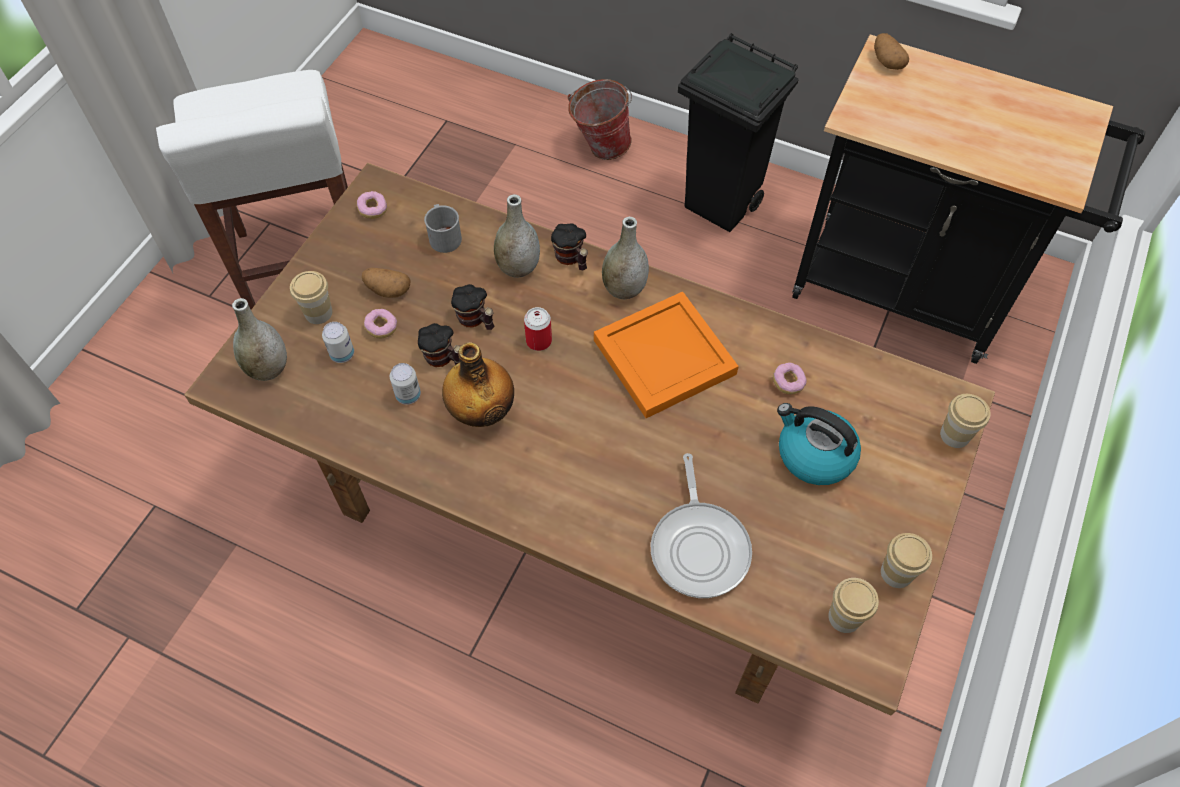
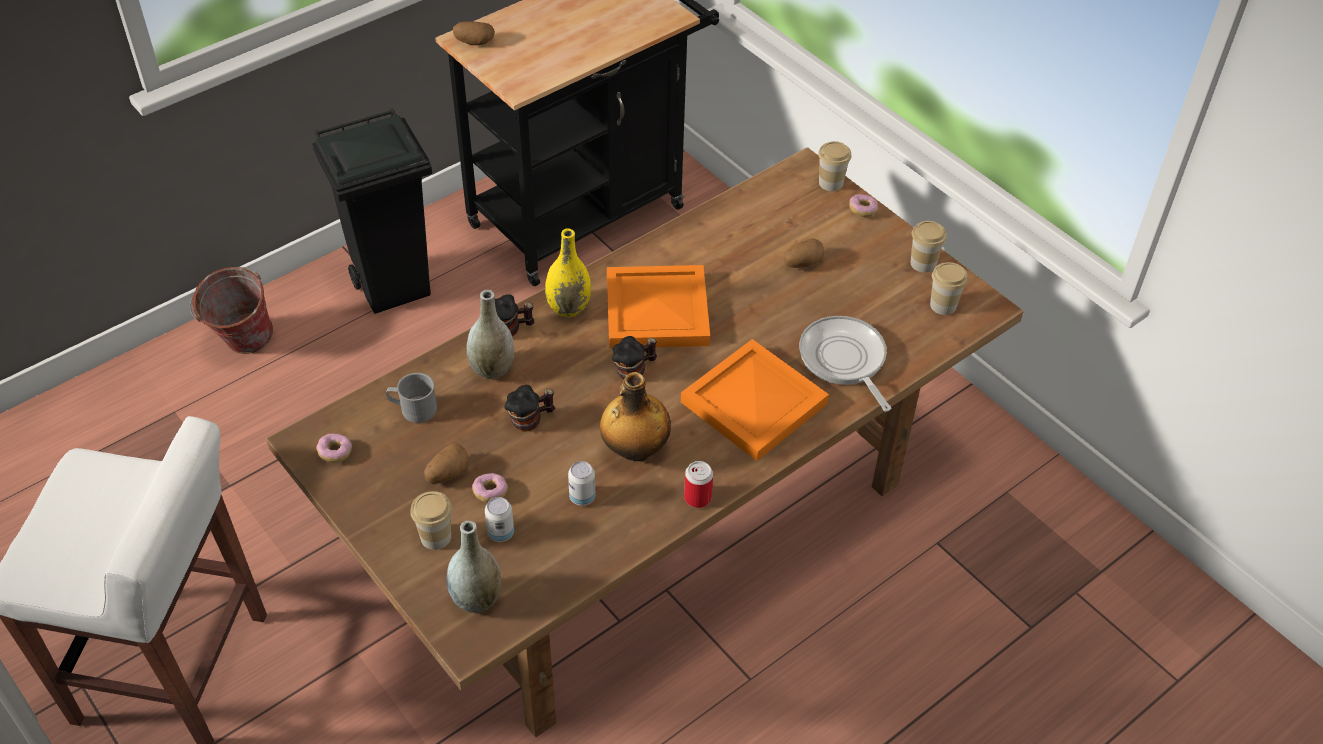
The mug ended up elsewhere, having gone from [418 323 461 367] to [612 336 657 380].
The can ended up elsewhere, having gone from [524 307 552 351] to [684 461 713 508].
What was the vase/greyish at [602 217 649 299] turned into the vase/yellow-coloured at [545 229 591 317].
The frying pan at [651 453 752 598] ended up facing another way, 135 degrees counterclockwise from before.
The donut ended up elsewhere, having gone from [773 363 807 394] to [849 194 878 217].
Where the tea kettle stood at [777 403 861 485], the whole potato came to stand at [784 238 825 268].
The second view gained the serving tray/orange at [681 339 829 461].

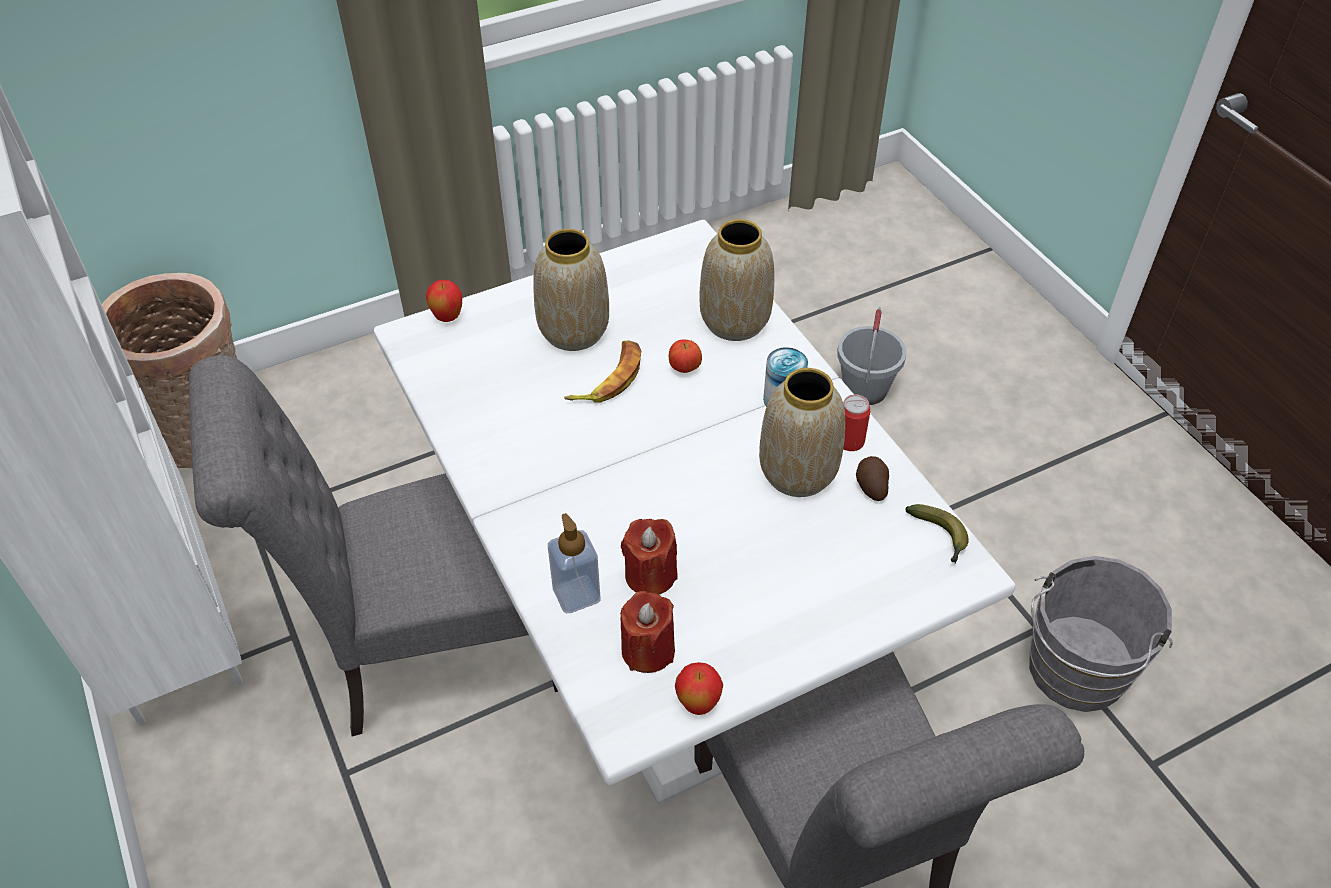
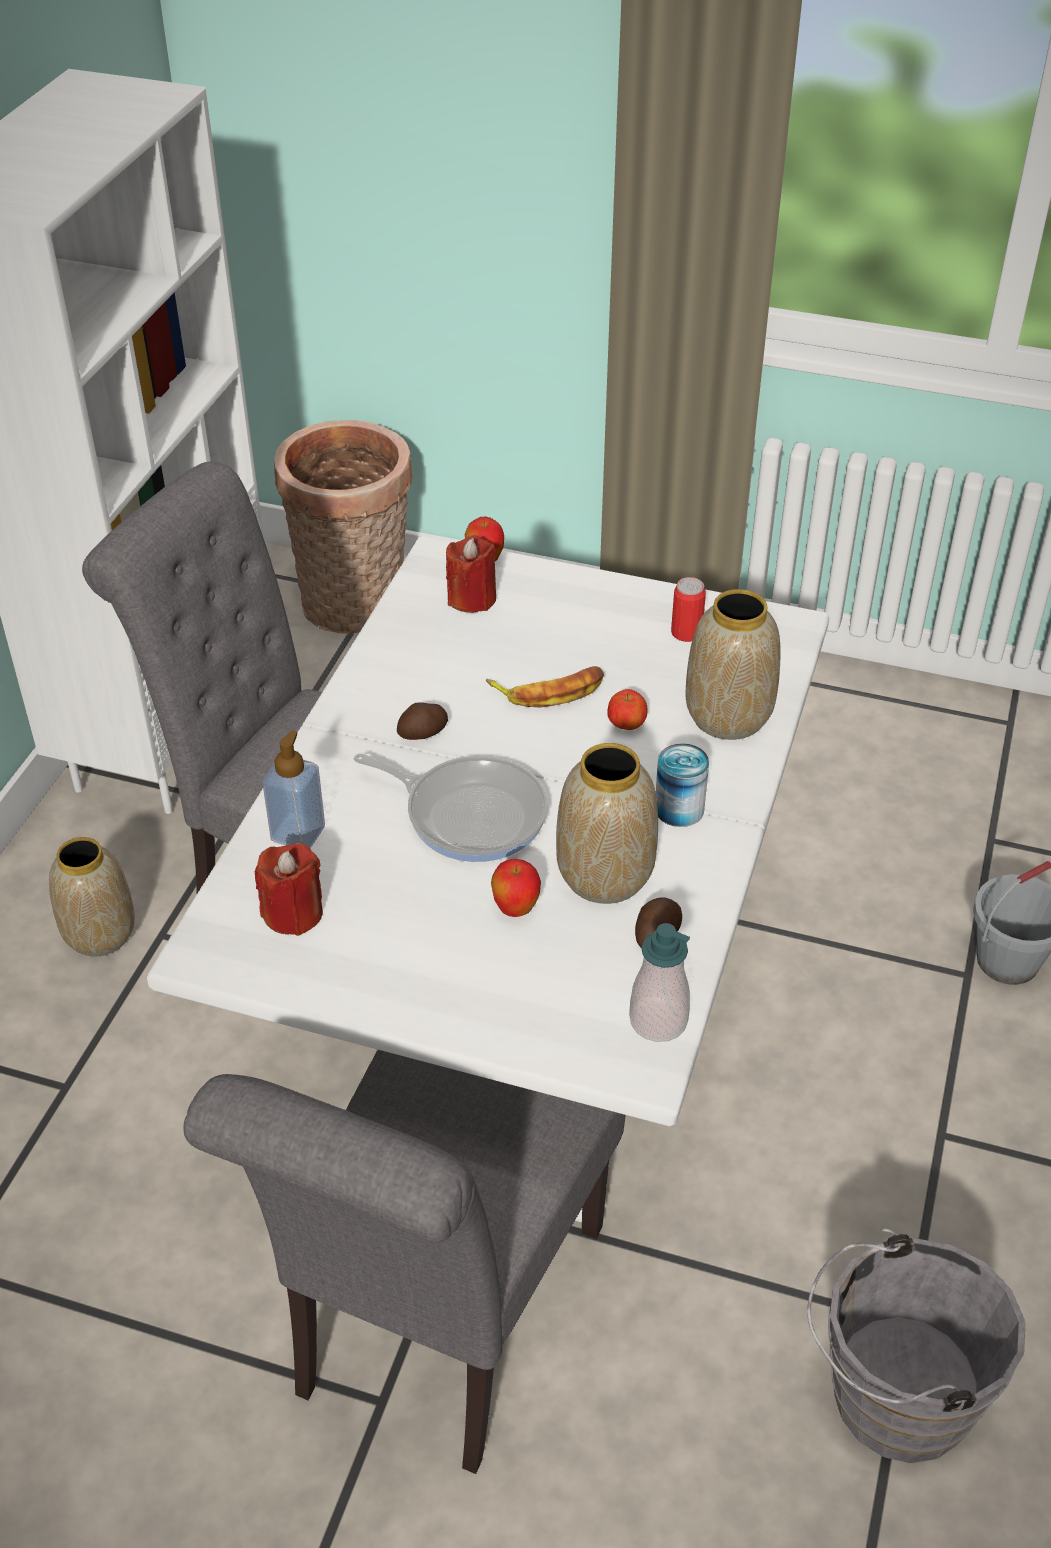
The vase ended up elsewhere, having gone from [533 229 609 351] to [49 837 135 957].
The candle/red-coloured ended up elsewhere, having gone from [621 519 678 594] to [446 535 496 613].
The apple ended up elsewhere, having gone from [675 662 723 715] to [491 859 541 917].
The can ended up elsewhere, having gone from [843 394 870 451] to [671 577 706 642].
Where the whole banana stood at [905 504 969 564], the soap dispenser came to stand at [629 923 690 1042].
The second view gained the frying pan at [354 753 548 862].
The second view gained the whole potato at [397 702 448 740].

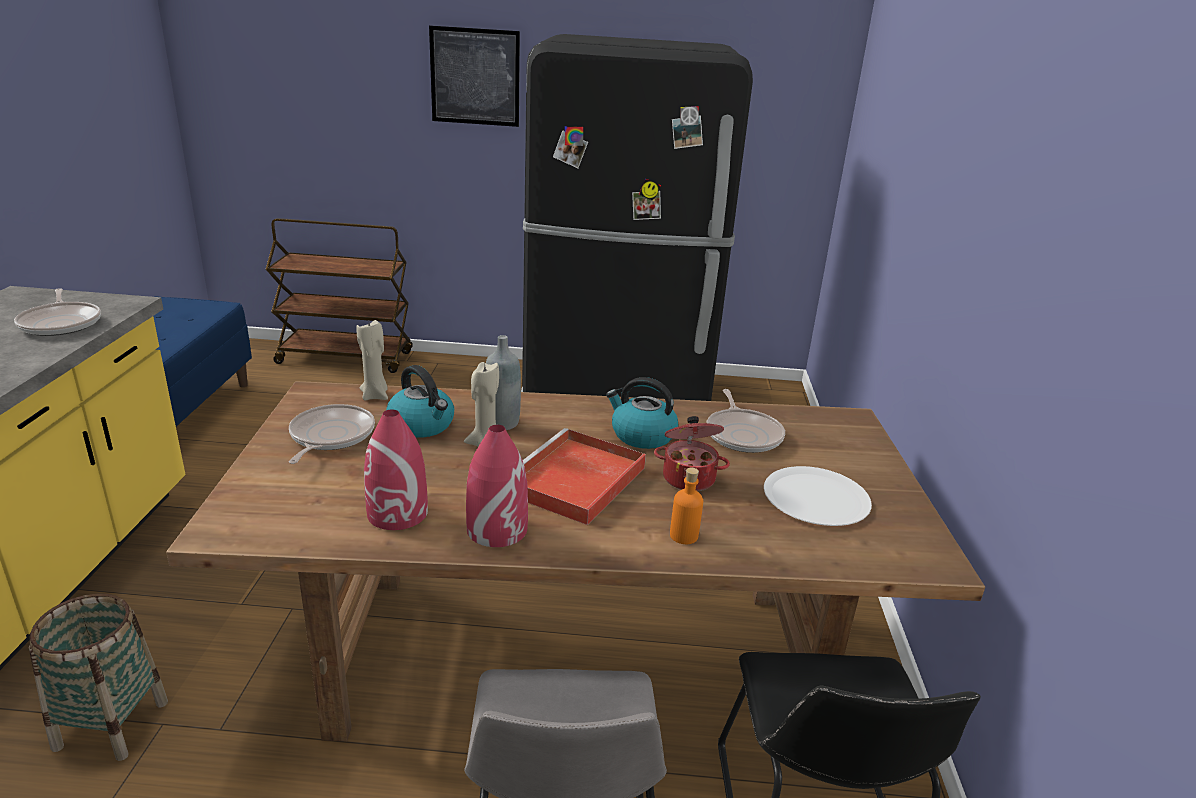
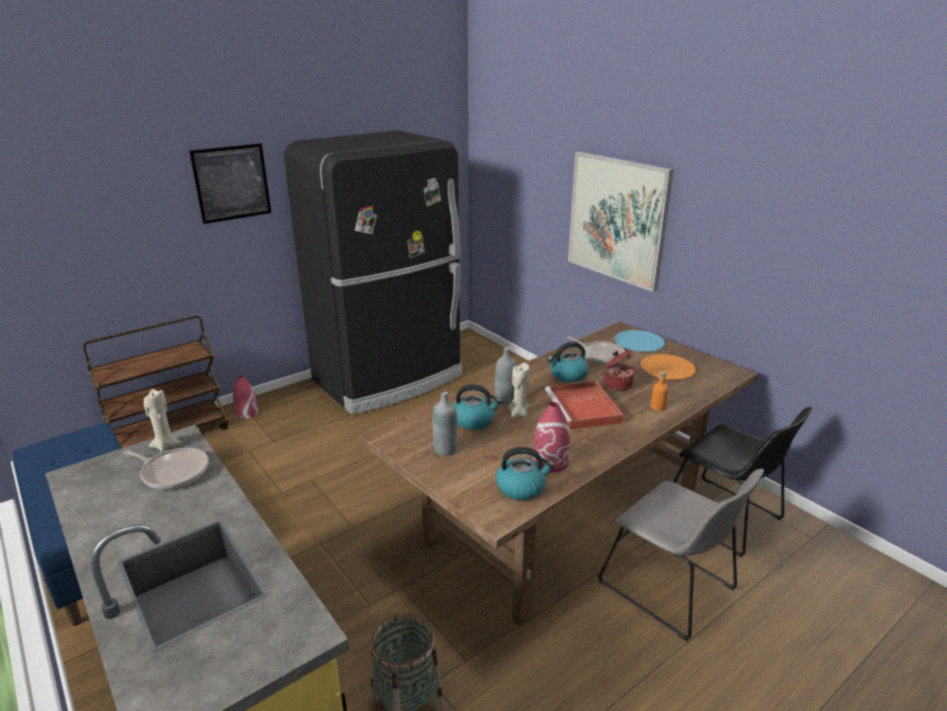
Where the frying pan stood at [289 404 375 464], the bottle/greyish came to stand at [432 391 458 456].
The candle/beige-coloured ended up elsewhere, having gone from [356 320 388 400] to [144 389 182 453].
The vase/red-coloured ended up elsewhere, having gone from [466 425 528 547] to [233 376 259 419].
What was the dinner plate/whitish at [764 466 872 526] turned into the dinner plate/orange at [641 354 696 380].
The second view gained the tea kettle at [496 447 555 500].
The second view gained the wall picture at [568 152 674 292].
The second view gained the dinner plate/blue at [614 330 665 352].

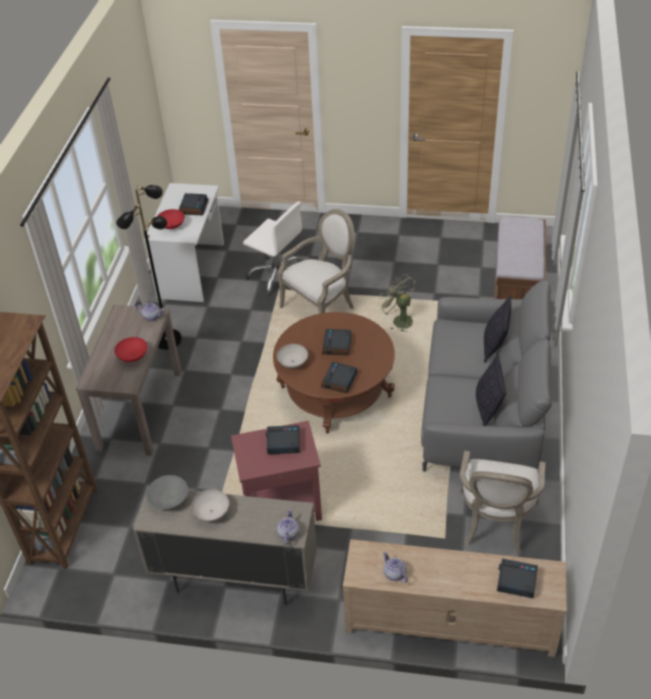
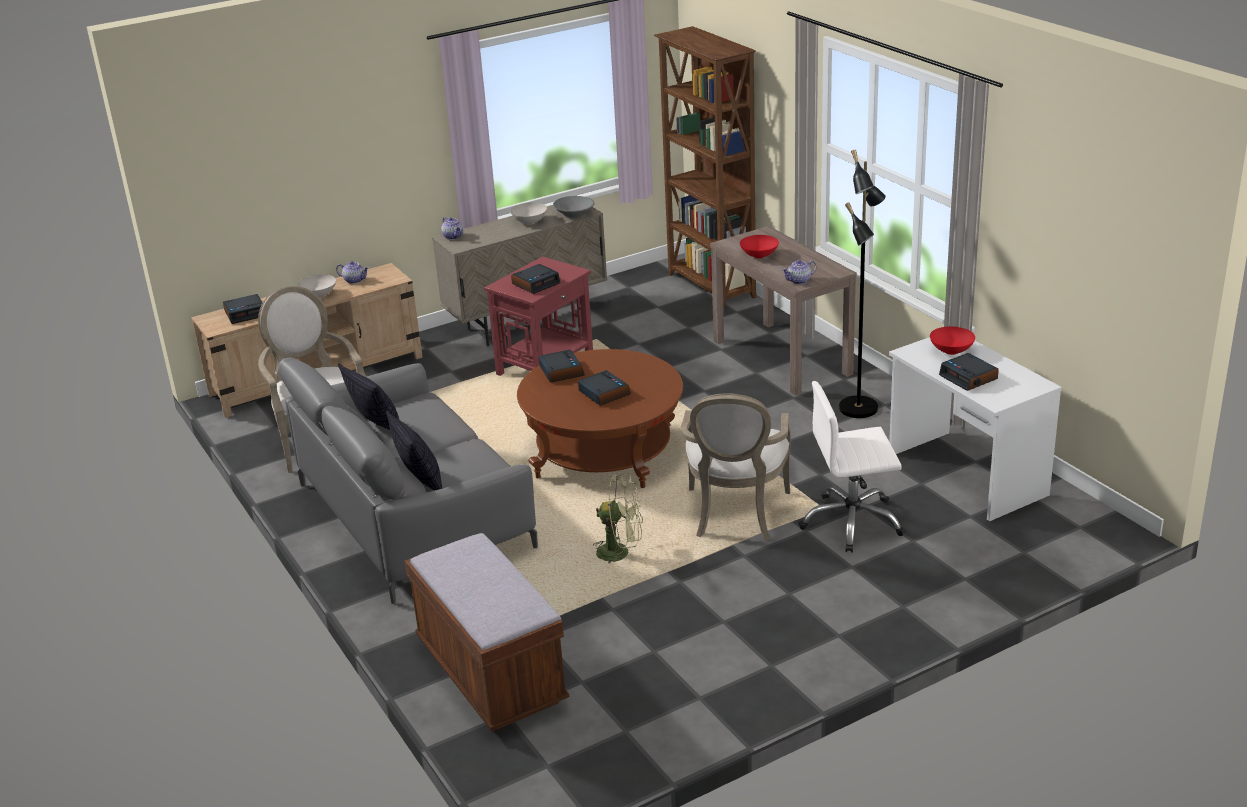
The serving bowl/whitish ended up elsewhere, having gone from [277 344 308 368] to [298 274 336 298].

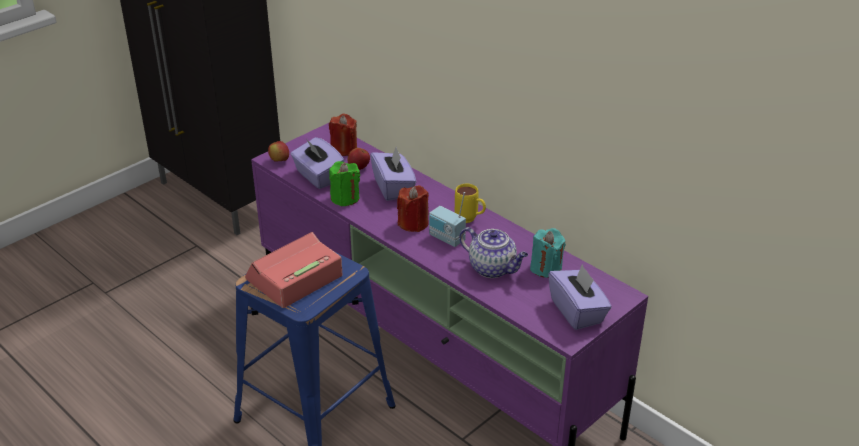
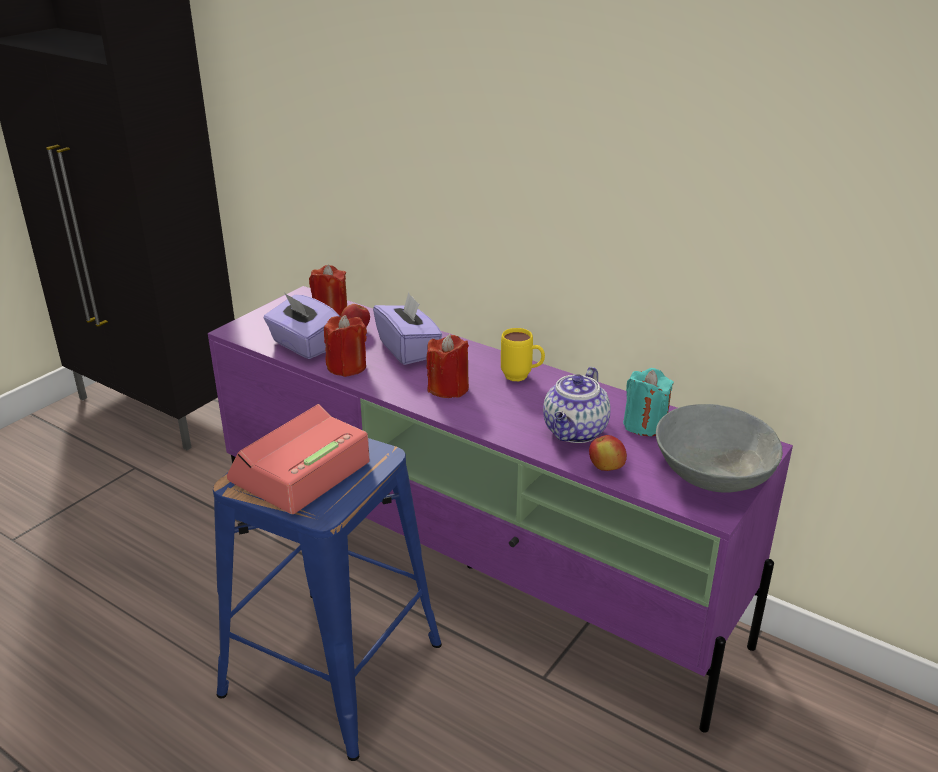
The apple ended up elsewhere, having gone from [268 141 289 162] to [589 435 627 471].
What was the candle/greenish at [329 161 360 207] turned into the candle/red-coloured at [324 315 367 377].
The second view lost the radio receiver at [429 192 466 247].
The teapot at [459 227 528 278] ended up facing another way, 90 degrees clockwise from before.
Where the tissue holder/purplish stood at [548 264 612 330], the serving bowl/greyish came to stand at [656 404 783 493].

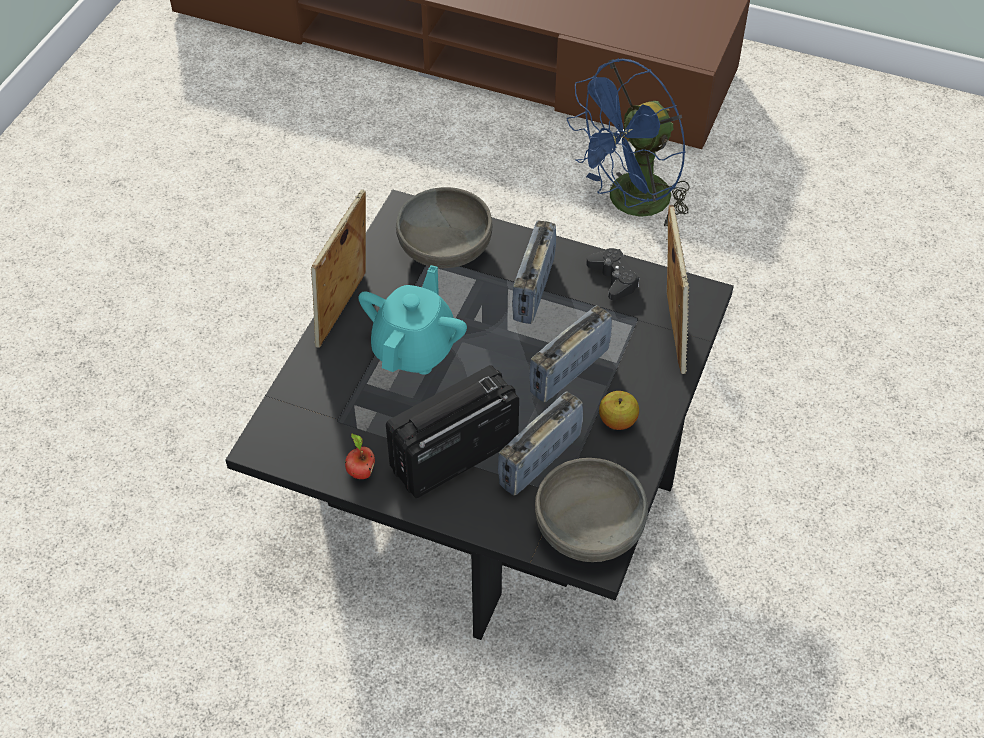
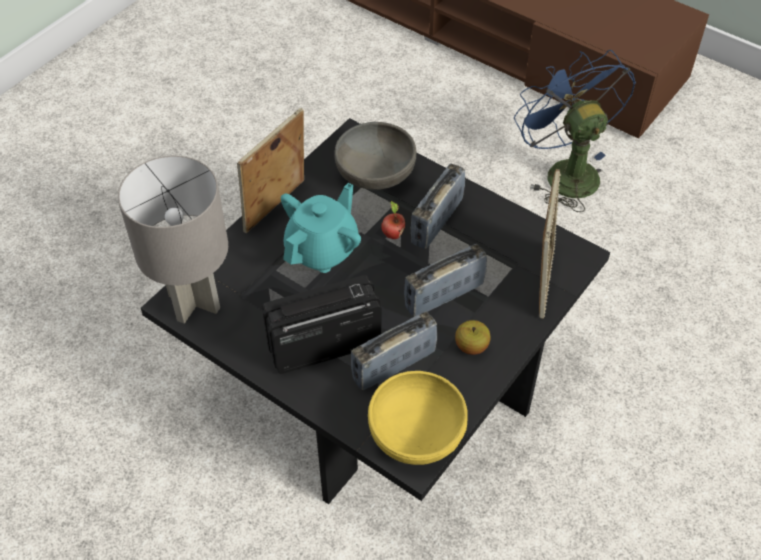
The apple ended up elsewhere, having gone from [345 434 375 479] to [381 201 406 239].
What was the serving bowl/greyish at [535 458 648 562] turned into the serving bowl/yellow-coloured at [368 371 468 465].
The fan/blue at [567 58 690 226] ended up facing another way, 90 degrees clockwise from before.
The second view lost the joypad/black at [586 248 639 301].
The second view gained the tabletop lamp/greyish at [118 156 228 324].

